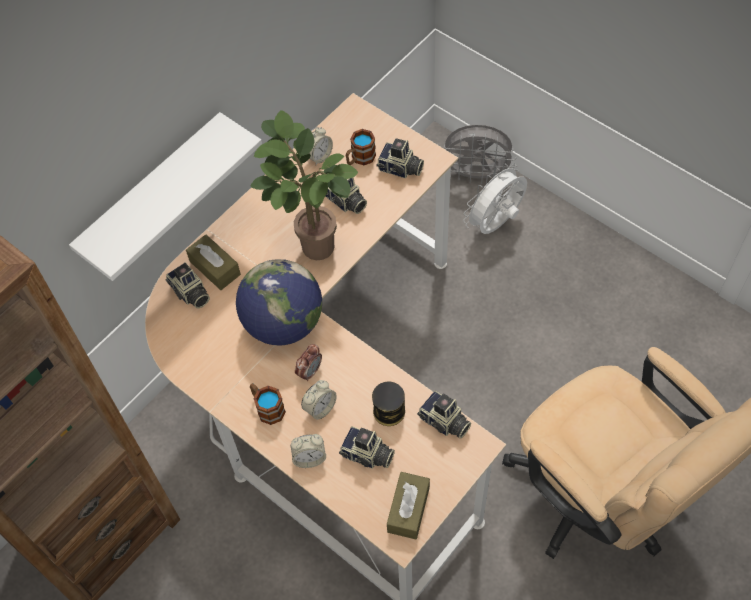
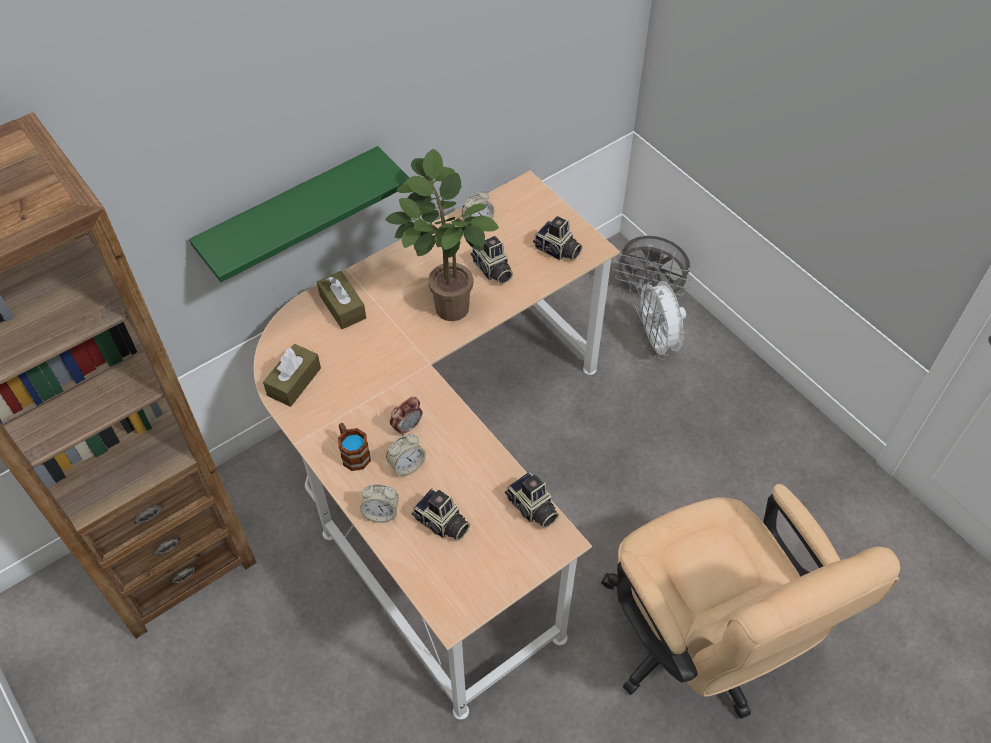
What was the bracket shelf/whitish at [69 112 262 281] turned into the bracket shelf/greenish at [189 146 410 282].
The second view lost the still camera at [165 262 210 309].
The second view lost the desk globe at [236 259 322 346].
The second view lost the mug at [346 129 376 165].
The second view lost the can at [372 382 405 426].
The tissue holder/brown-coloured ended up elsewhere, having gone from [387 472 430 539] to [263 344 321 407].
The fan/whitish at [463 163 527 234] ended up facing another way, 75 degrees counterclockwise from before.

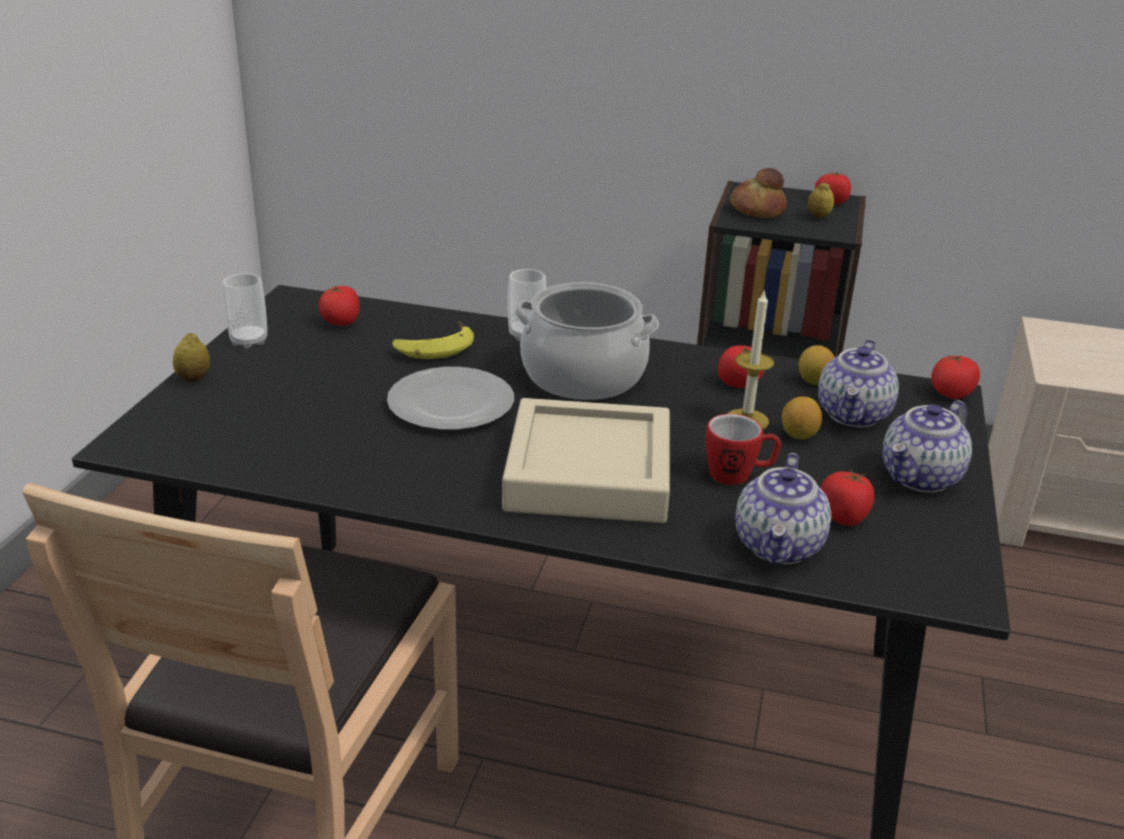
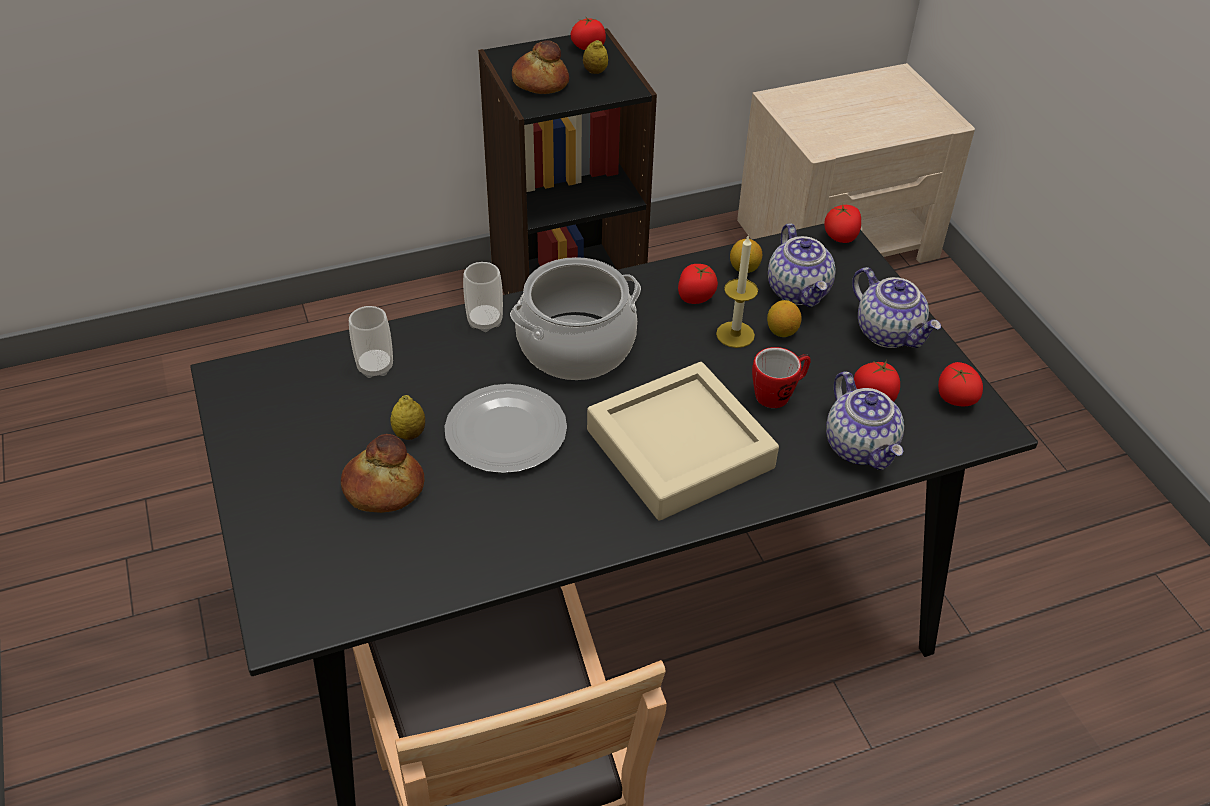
The lemon ended up elsewhere, having gone from [173 333 210 383] to [390 395 425 440].
The small cup ended up elsewhere, having gone from [223 273 267 348] to [349 306 393 378].
The whole tomato ended up elsewhere, having gone from [319 285 360 326] to [938 362 983 406].
The second view lost the whole banana at [392 321 474 359].
The teapot at [882 400 972 493] ended up facing another way, 45 degrees counterclockwise from before.
The second view gained the bread at [341 434 425 513].

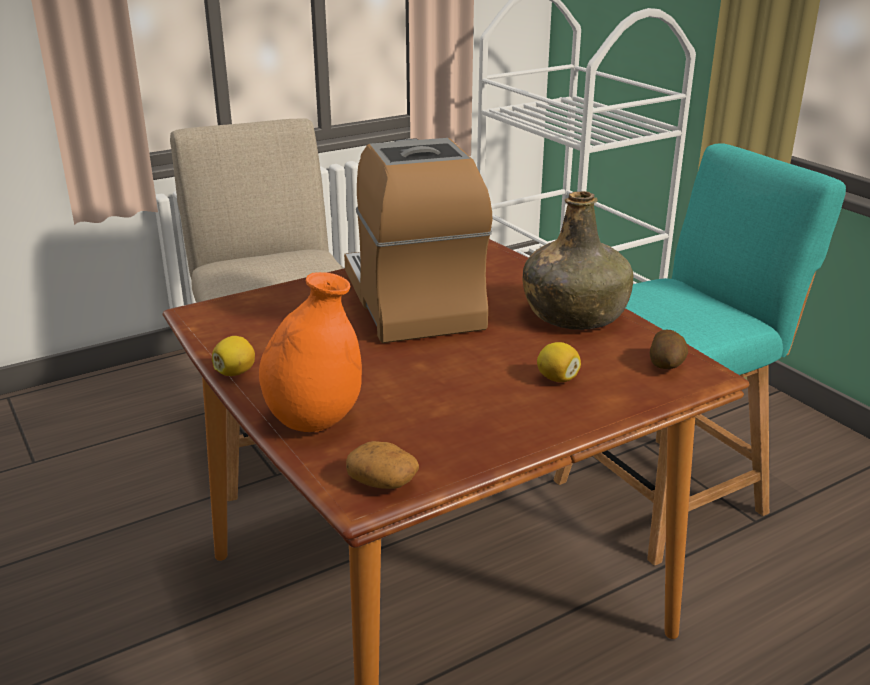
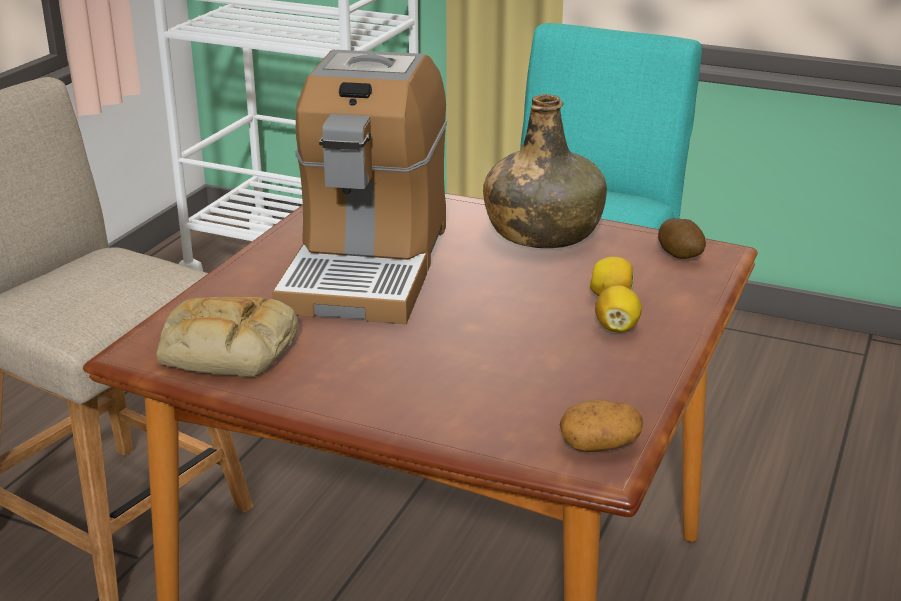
The lemon ended up elsewhere, having gone from [212 336 255 376] to [595 285 642 333].
The second view lost the vase/orange at [259 272 362 432].
The coffee brewer at [344 138 492 343] ended up facing another way, 120 degrees counterclockwise from before.
The second view gained the bread at [157 297 298 377].

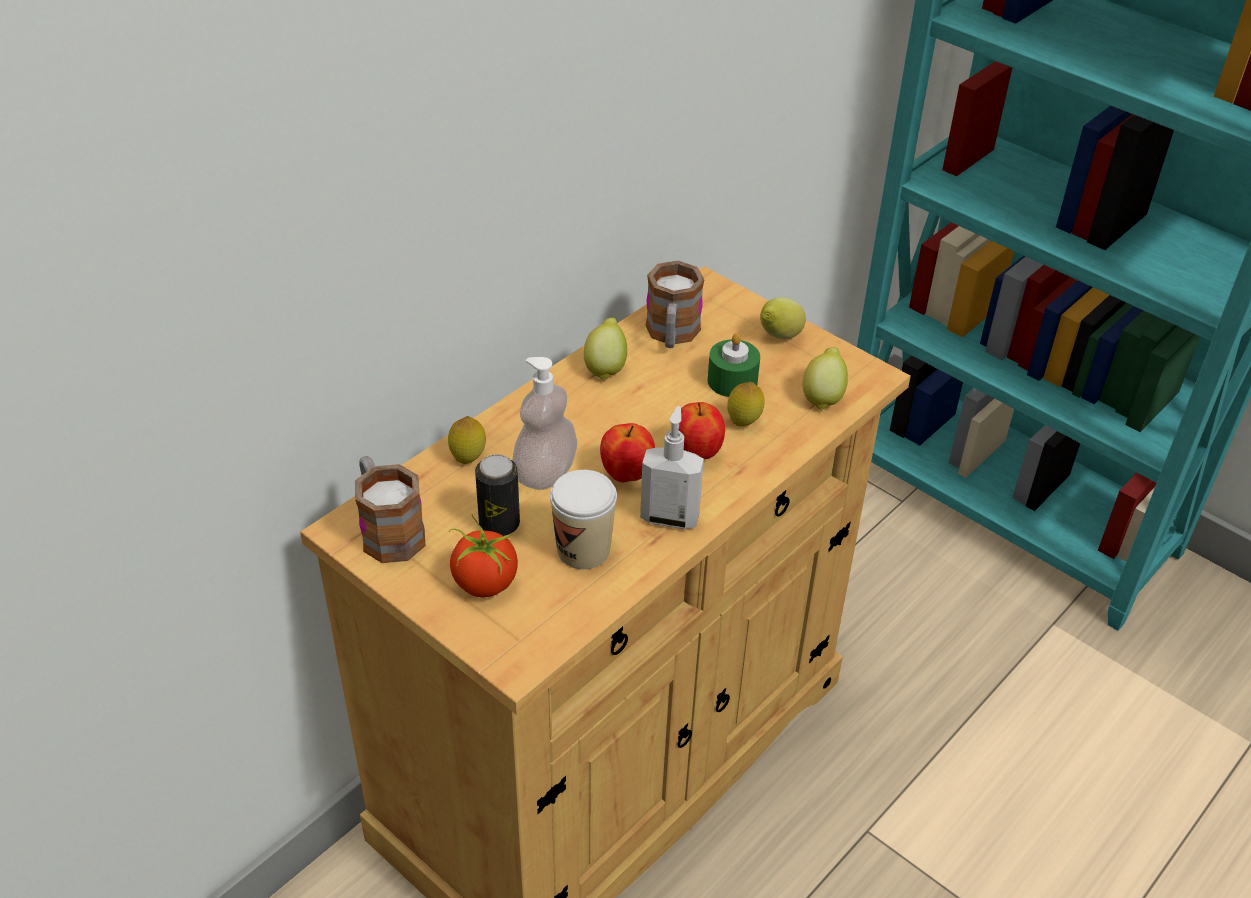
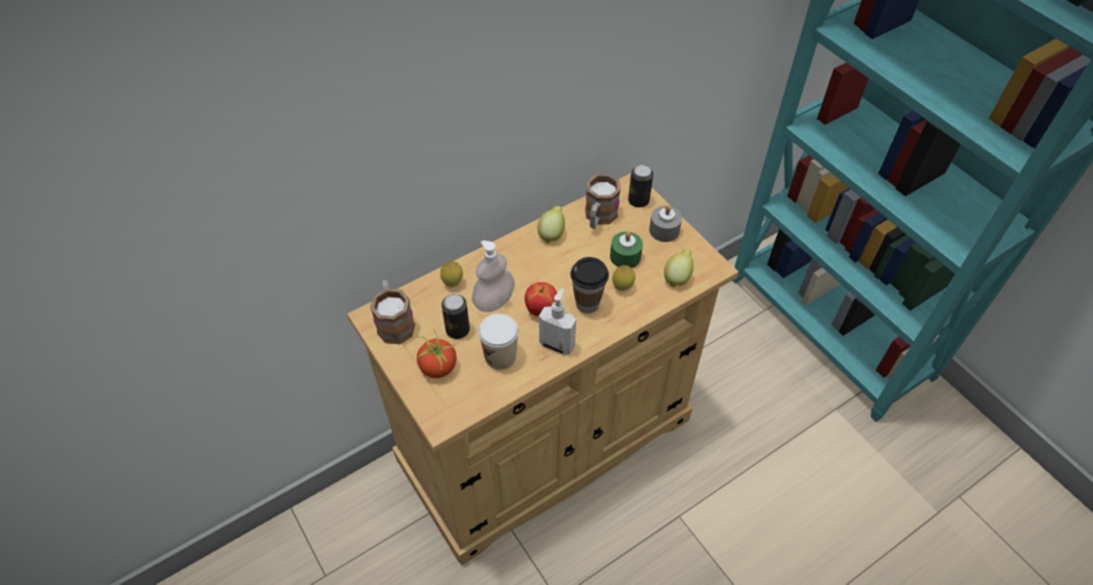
Where the apple stood at [679 402 725 459], the small cup came to stand at [570 257 609 313].
Where the lemon stood at [760 297 806 339], the candle/greyish came to stand at [649 205 682 242].
The second view gained the can at [628 164 653 208].

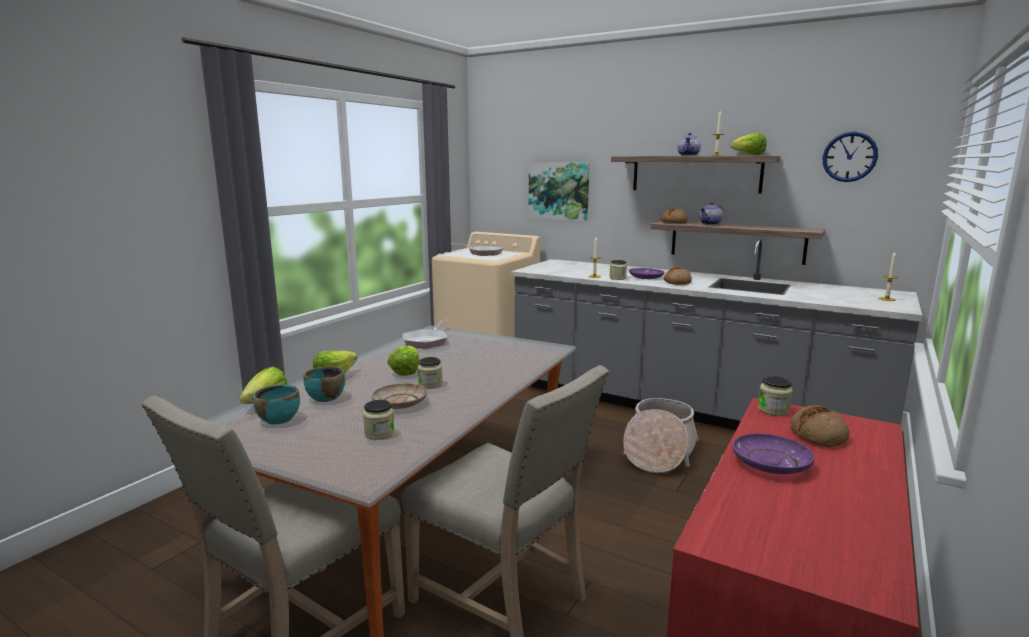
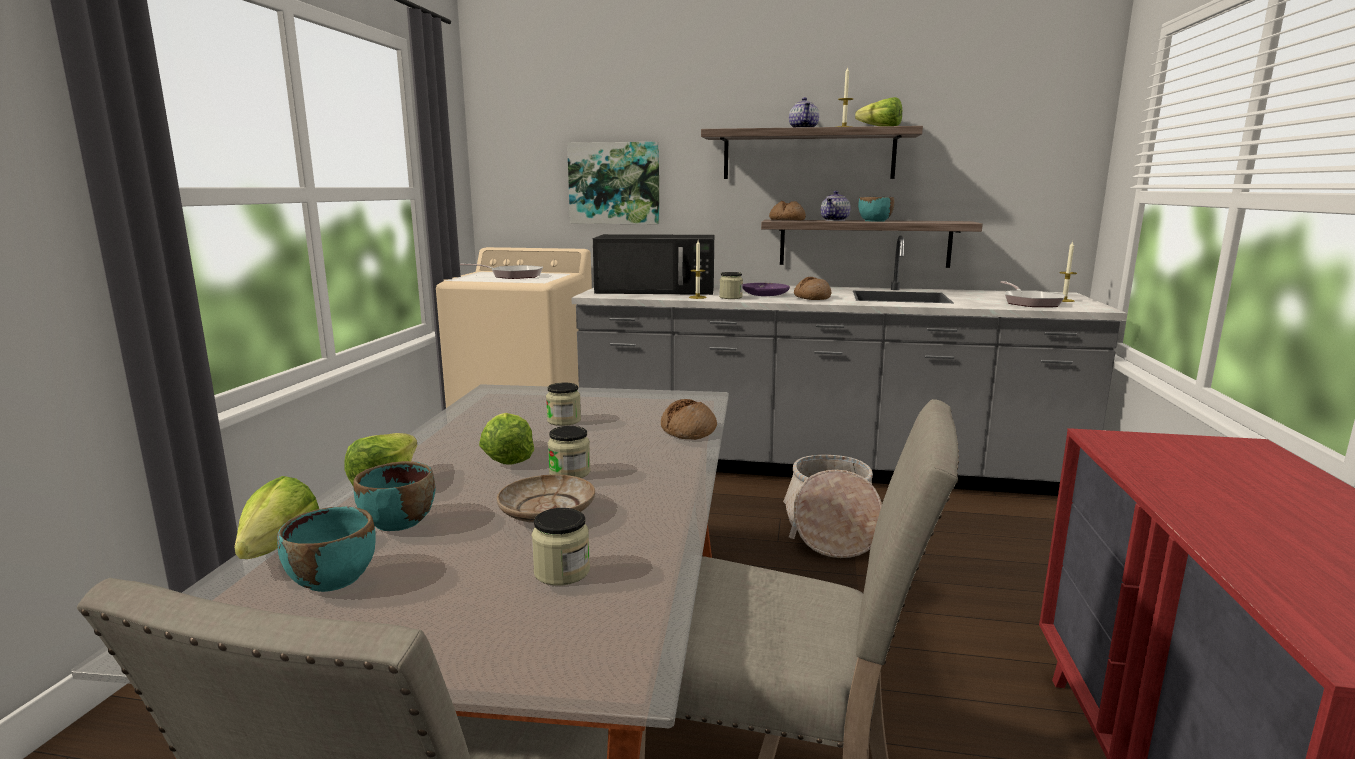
The frying pan ended up elsewhere, having gone from [403 319 449 349] to [1000 281 1065 307].
The second view lost the dinner plate/purplish at [732 433 814 474].
The preserve jar ended up elsewhere, having gone from [758 376 793 416] to [546 383 581 426].
The bread ended up elsewhere, having gone from [790 405 849 447] to [661 399 717 440].
The second view lost the clock on the wall at [822 132 878 182].
The second view gained the microwave/black at [593 234 714 295].
The second view gained the serving bowl/turquoise at [858 197 894 222].

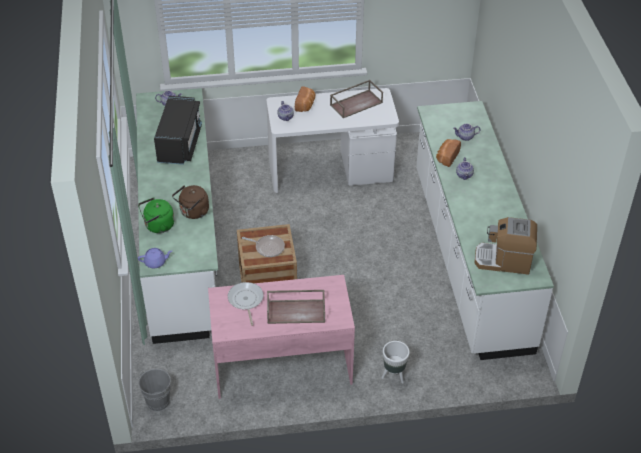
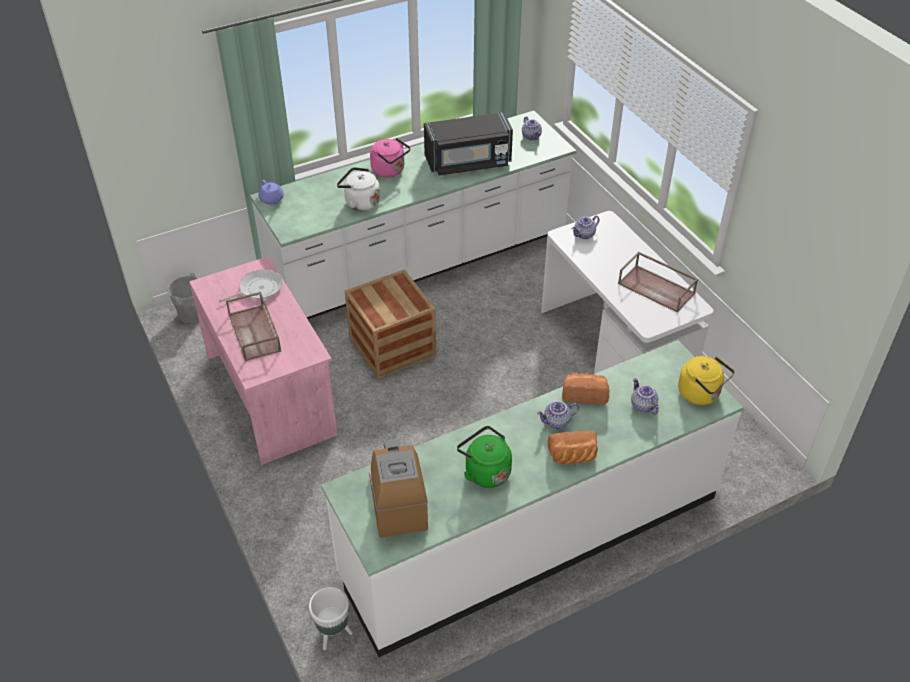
The tea kettle/greenish ended up elsewhere, having gone from [138 197 174 233] to [457 426 512 488].
What was the tea kettle/brown-coloured at [172 185 209 219] turned into the tea kettle/whitish at [337 167 380 211].
The second view lost the frying pan at [242 235 285 257].
The bread ended up elsewhere, having gone from [295 86 315 112] to [548 430 598 464].
The planter/whitish ended up elsewhere, having gone from [382 341 410 384] to [309 587 353 650].
The second view gained the tea kettle/pinkish at [370 138 411 178].
The second view gained the tea kettle/yellow-coloured at [678 356 735 405].

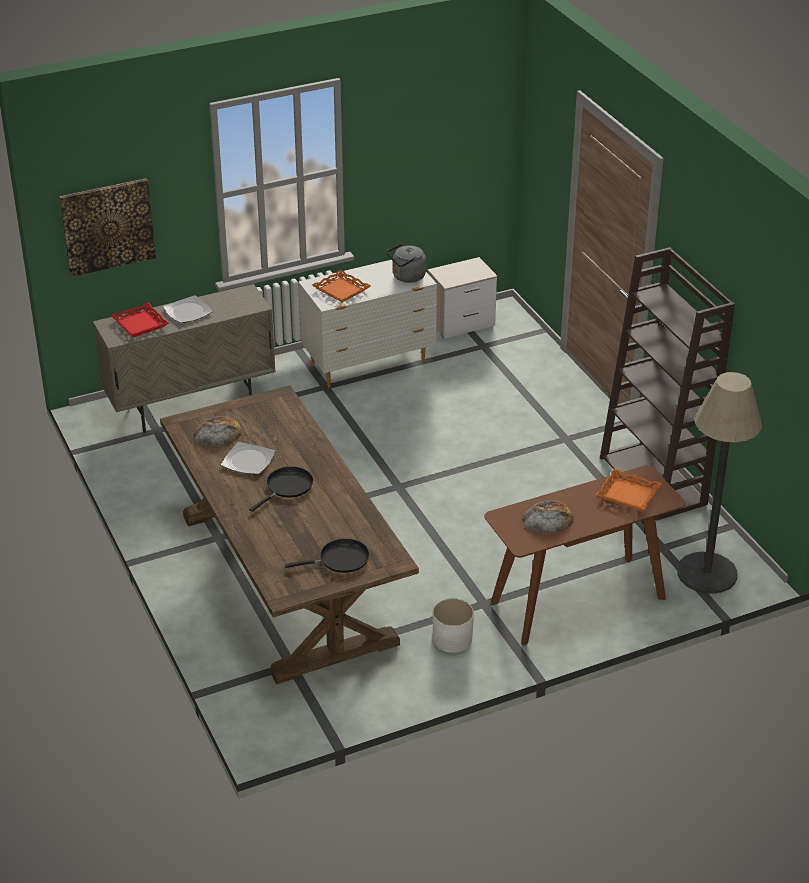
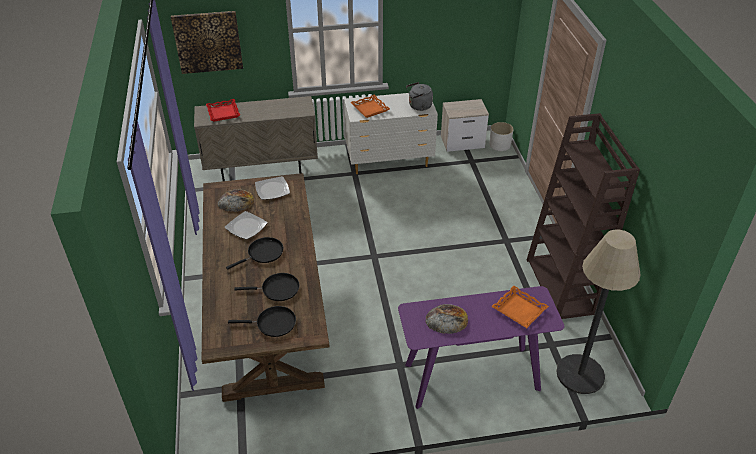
The dinner plate ended up elsewhere, having gone from [163 295 213 323] to [255 176 290 200].
The planter/whitish ended up elsewhere, having gone from [433 598 474 653] to [489 122 514 151].
What was the hall table/brown-coloured at [484 465 686 646] turned into the hall table/purplish at [398 286 564 409].
The second view gained the frying pan/black at [234 273 299 301].

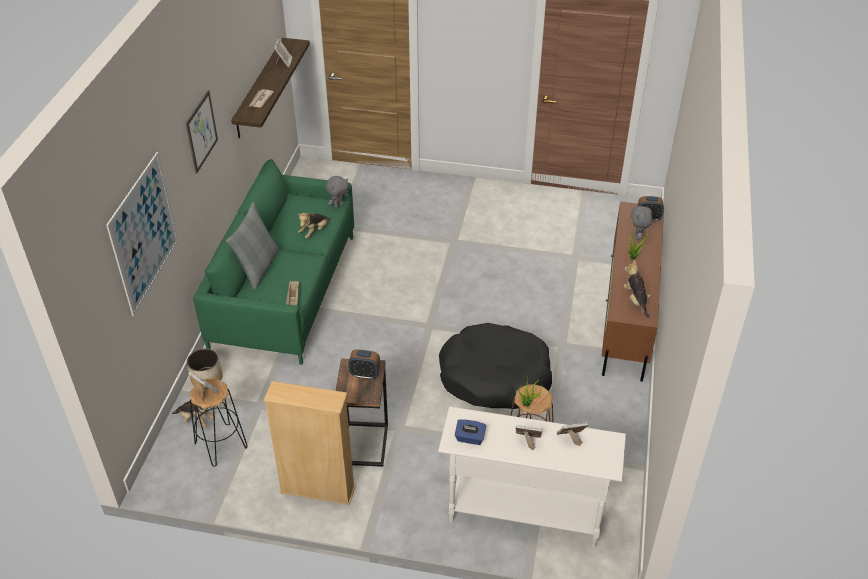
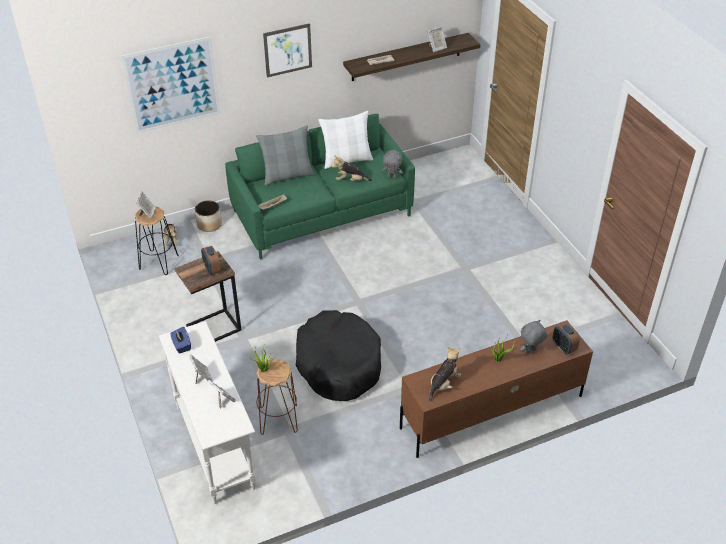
The second view lost the shelving unit/beige-coloured at [263 381 356 505].
The second view gained the throw pillow/whitish at [318 111 373 169].

